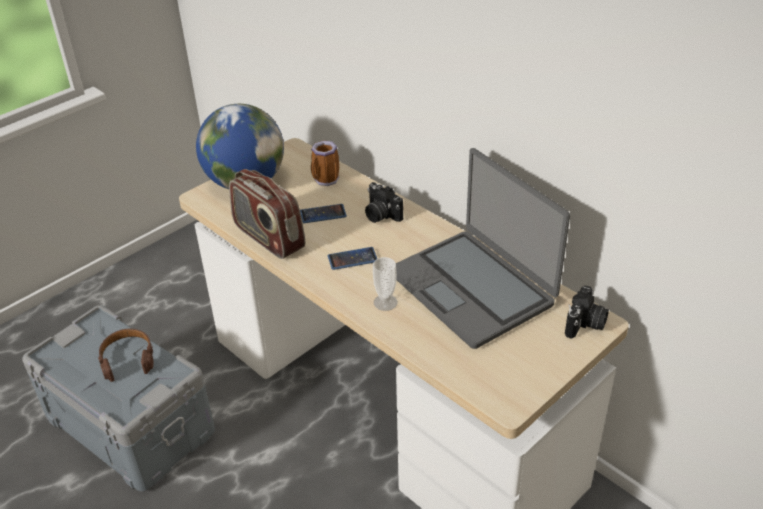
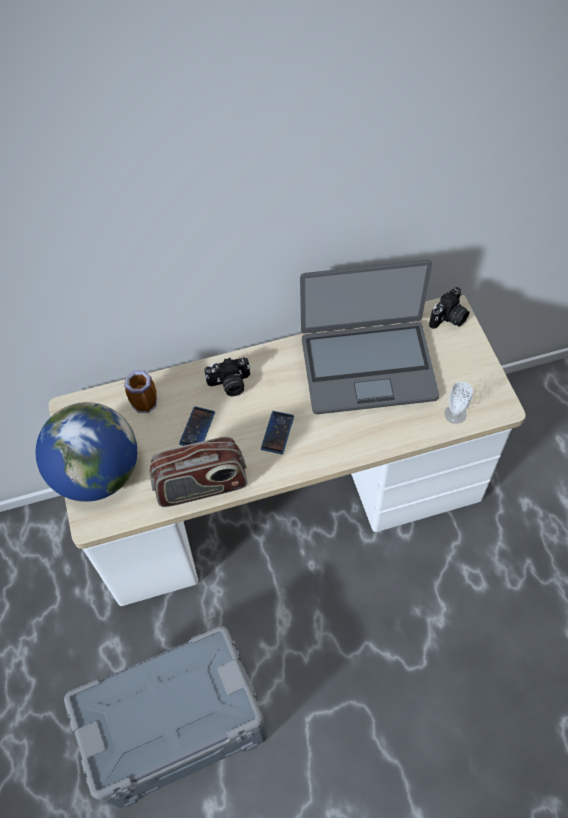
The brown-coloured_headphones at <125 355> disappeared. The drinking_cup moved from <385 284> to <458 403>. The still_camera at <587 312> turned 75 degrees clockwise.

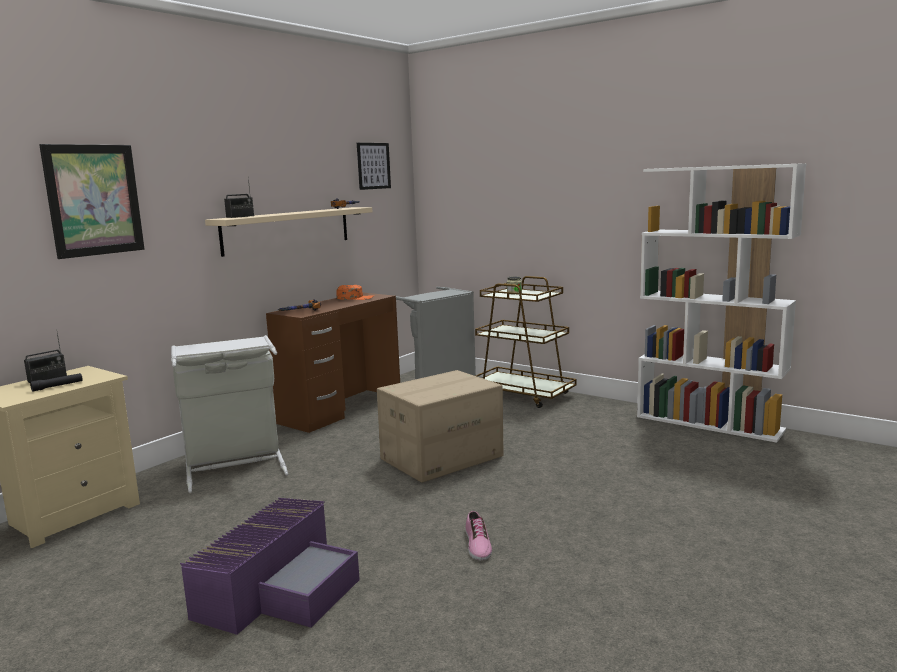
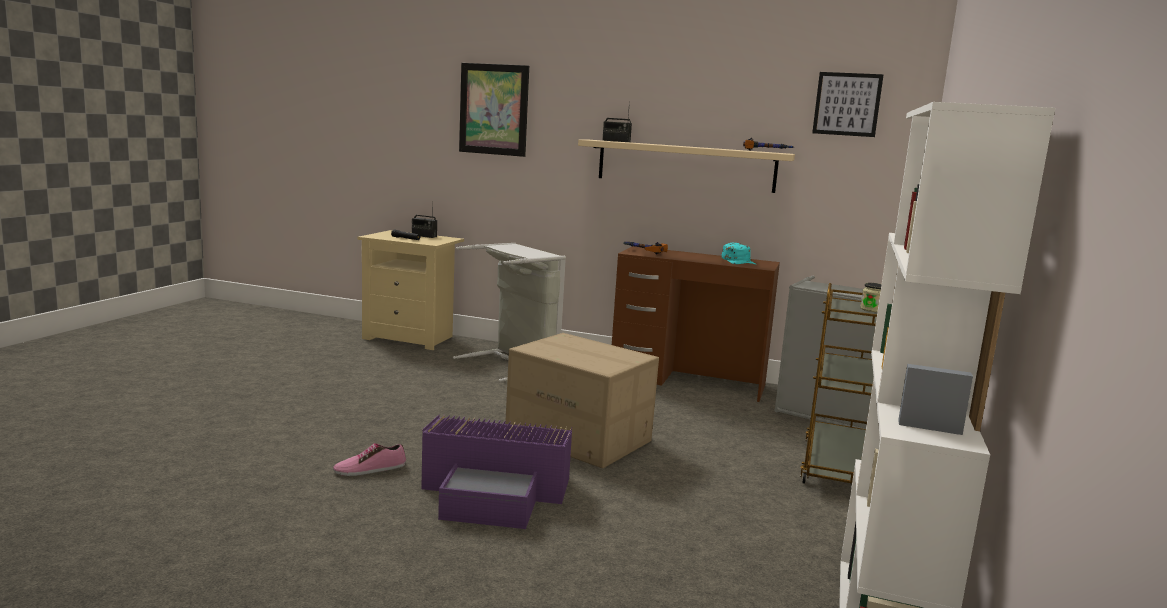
The purple_storage_bin moved from <270 566> to <496 471>. The orange_cap at <355 292> became the turquoise_cap at <738 253>.

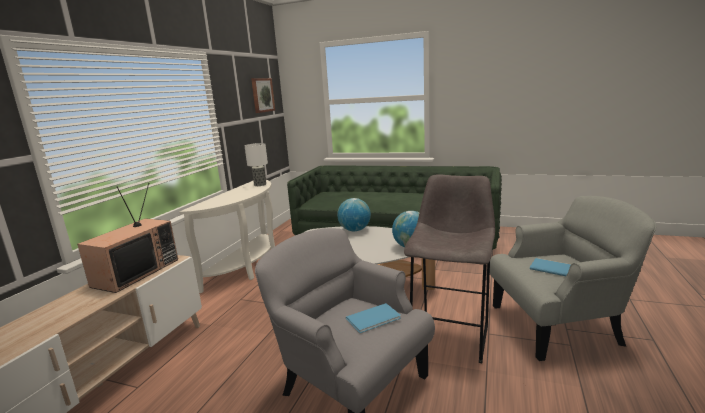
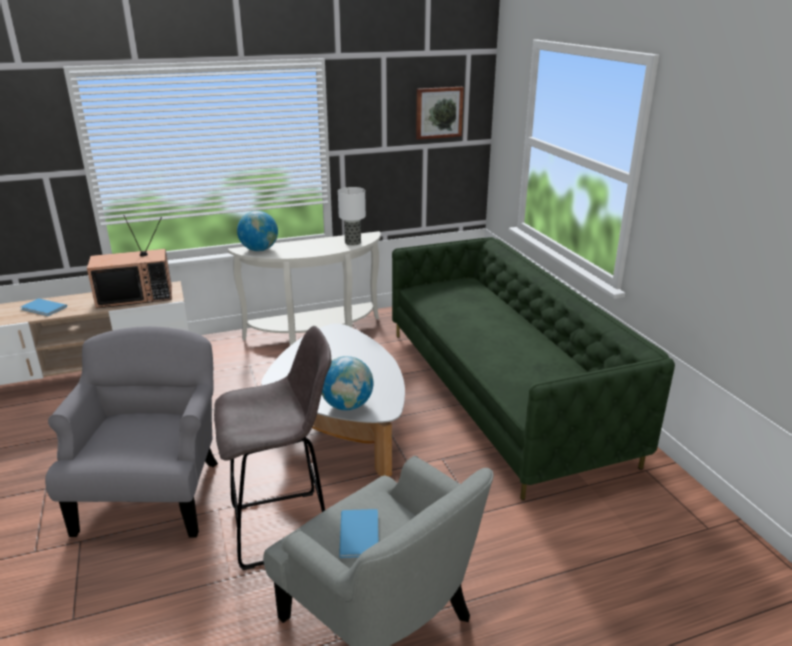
The globe moved from <354 214> to <257 231>. The blue-coloured_bound_book moved from <373 318> to <44 307>.

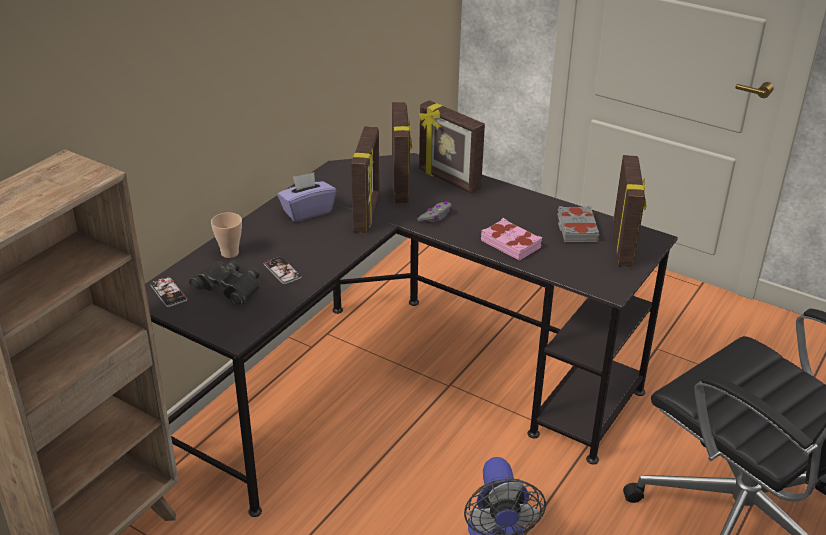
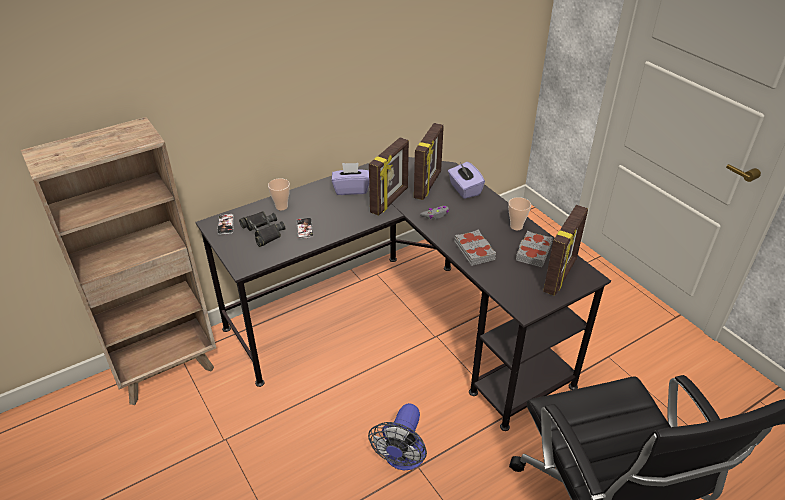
The drinking_cup at <519 213> appeared. The standing_frame at <452 147> was replaced by the purple_tissue_holder at <466 180>. The pink_bound_book at <511 239> became the gray_bound_book at <475 247>.

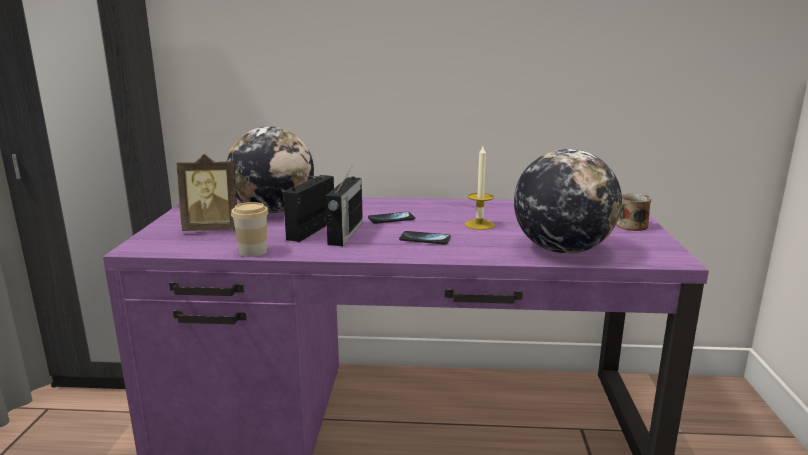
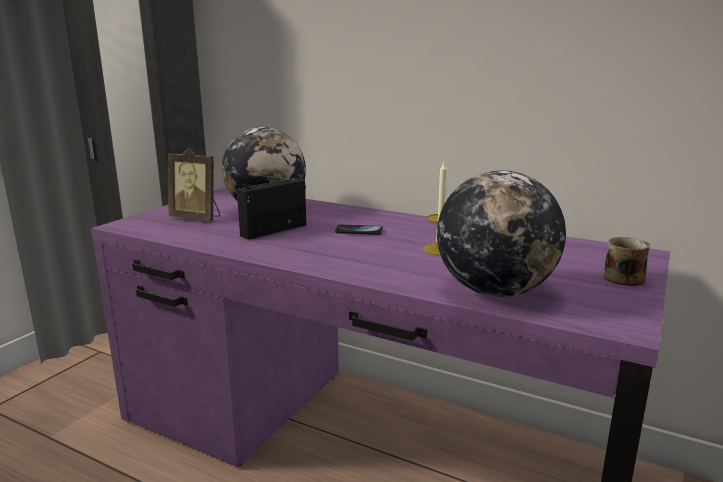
The drinking_cup at <250 229> disappeared. The radio_receiver at <344 206> disappeared. The telephone at <425 237> disappeared.

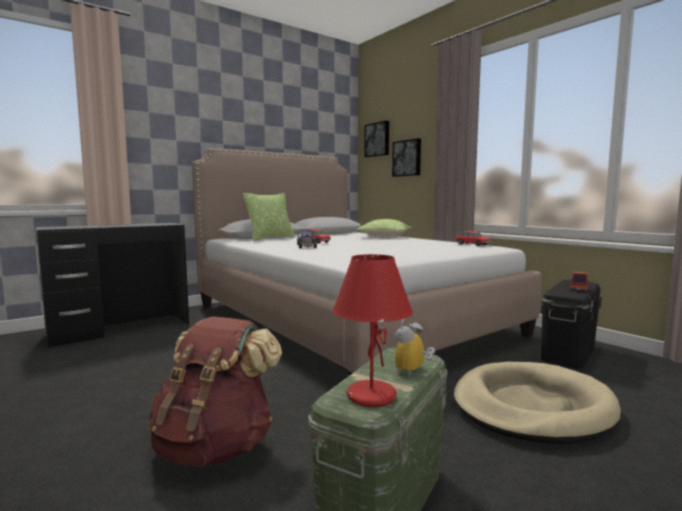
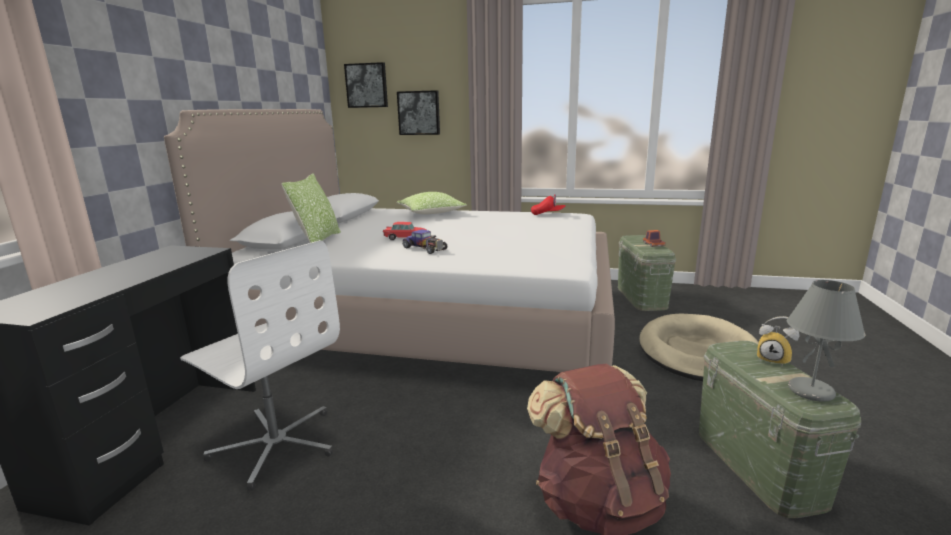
The white_office_chair at <260 365> appeared. The model_car at <473 238> was replaced by the red_cap at <548 204>. The red_lamp_for_a_table at <372 330> became the gray_lamp_for_a_table at <826 341>. The black_storage_bin at <571 324> became the greenish_storage_bin at <647 273>. The alarm_clock at <415 345> turned 45 degrees counterclockwise.

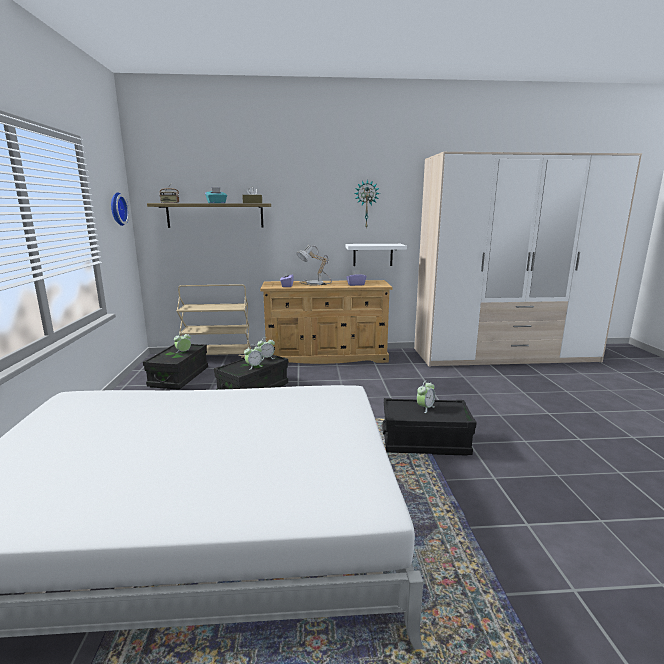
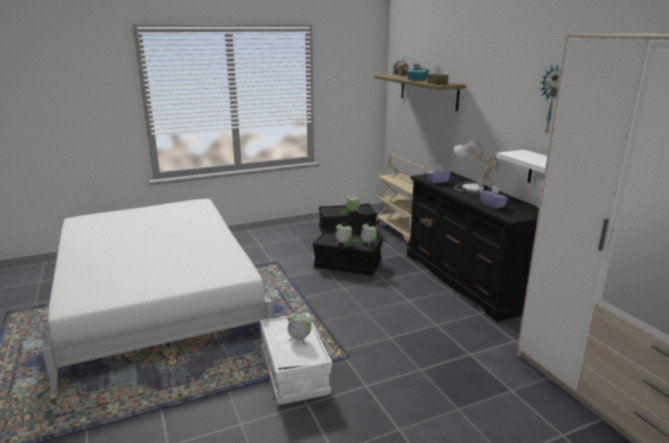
The wall_clock at <120 209> disappeared. The sand-coloured_drawer_chest at <326 322> became the black_drawer_chest at <473 247>. The black_storage_bin at <429 426> became the white_storage_bin at <296 359>.

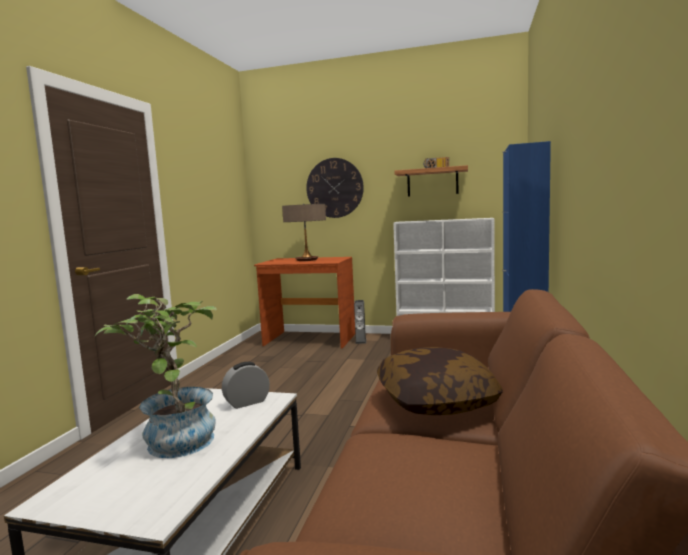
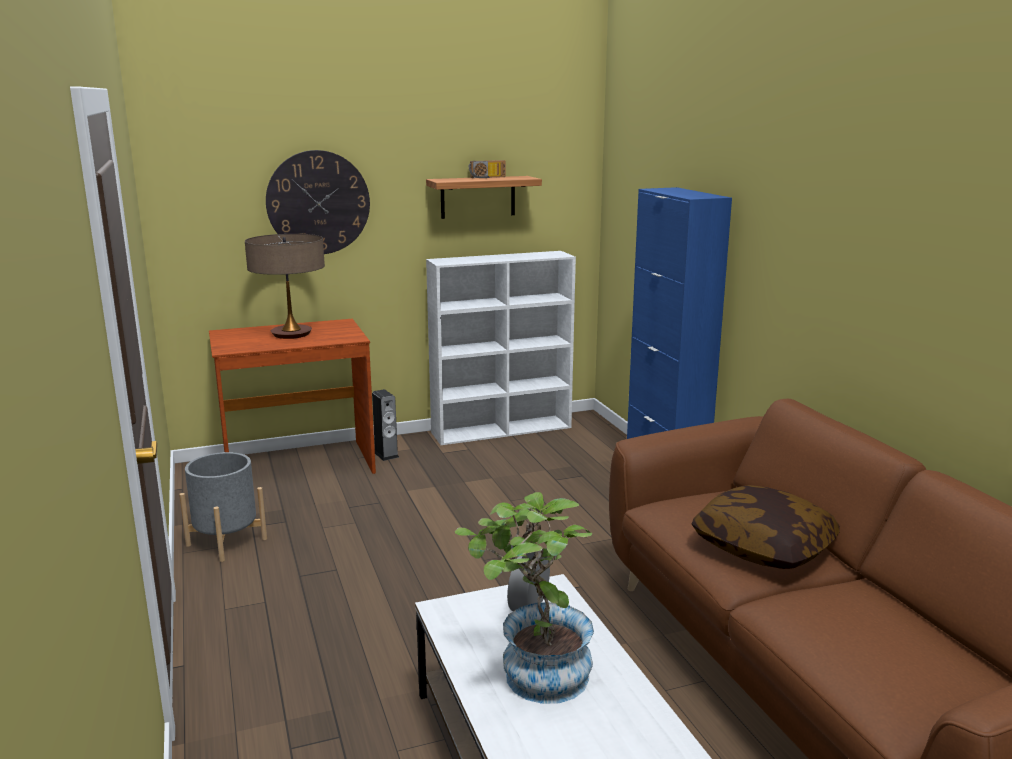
The gray_plant_pot at <223 507> appeared.

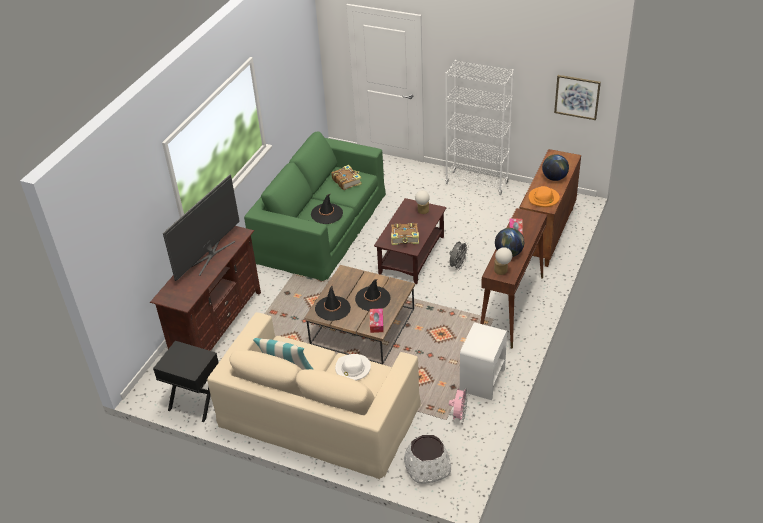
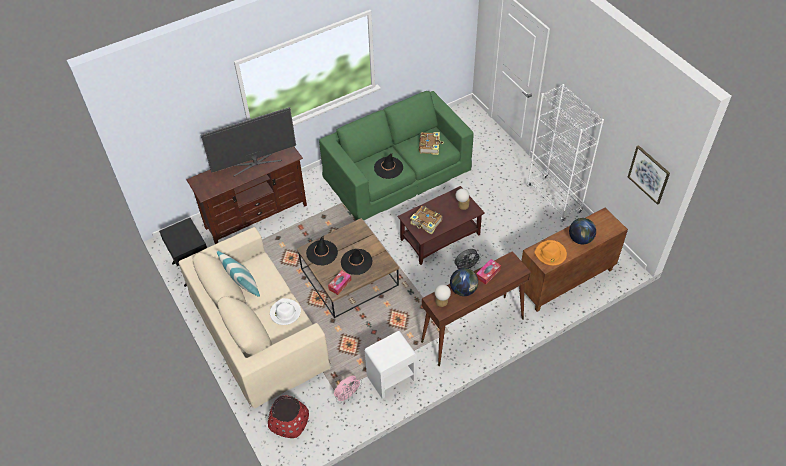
The white_plant_pot at <427 459> became the red_plant_pot at <288 417>.

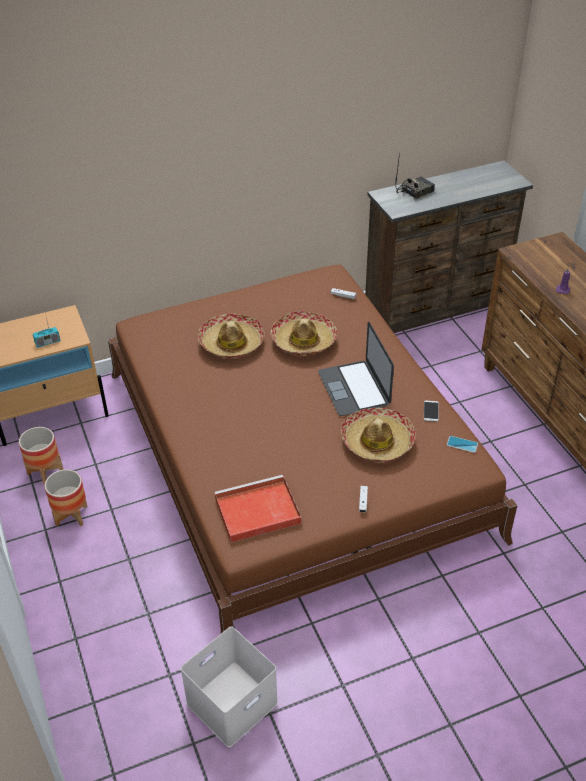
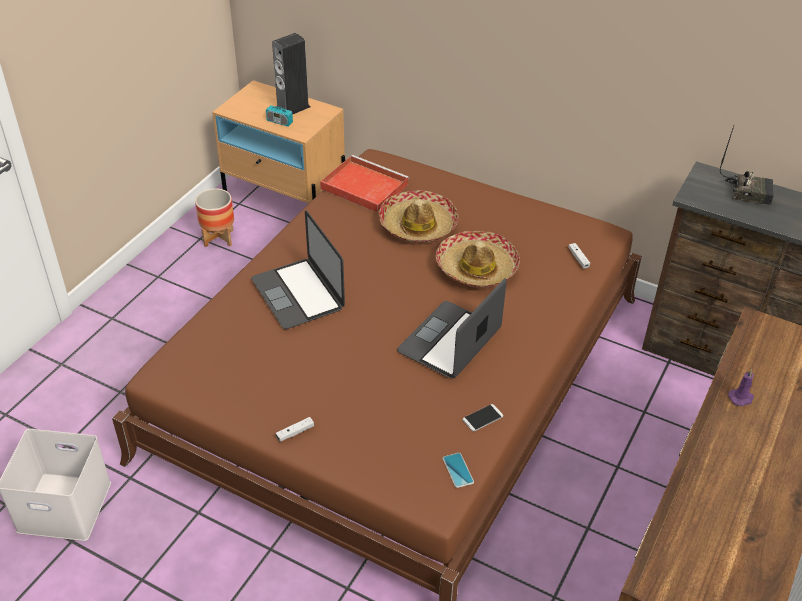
The plant_pot at <65 497> disappeared. The wearable_hat at <378 435> disappeared. The laptop at <298 269> appeared. The loudspeaker at <291 74> appeared. The red_carrying_tray moved from <258 509> to <364 184>.

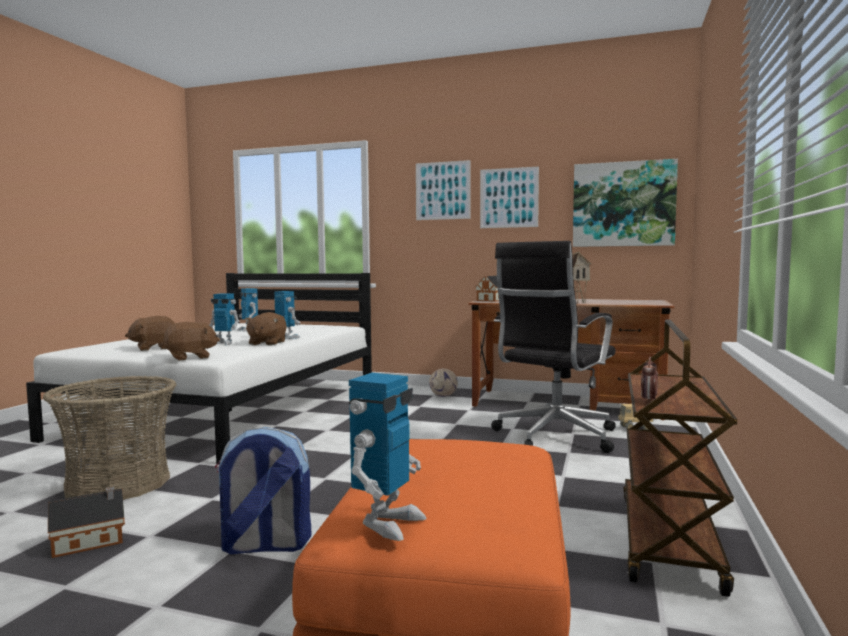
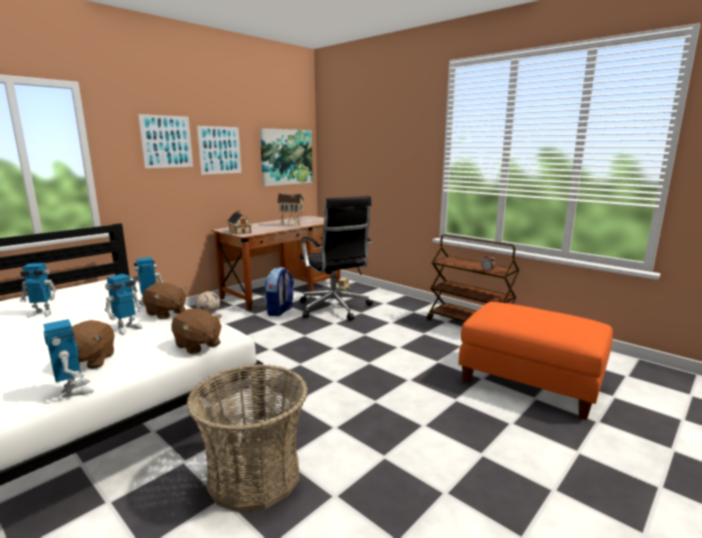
The miniature_house at <86 522> disappeared. The rucksack moved from <263 490> to <279 291>. The model_robot moved from <387 457> to <68 358>. The brown-coloured_cuddly_toy at <191 341> turned 135 degrees clockwise.

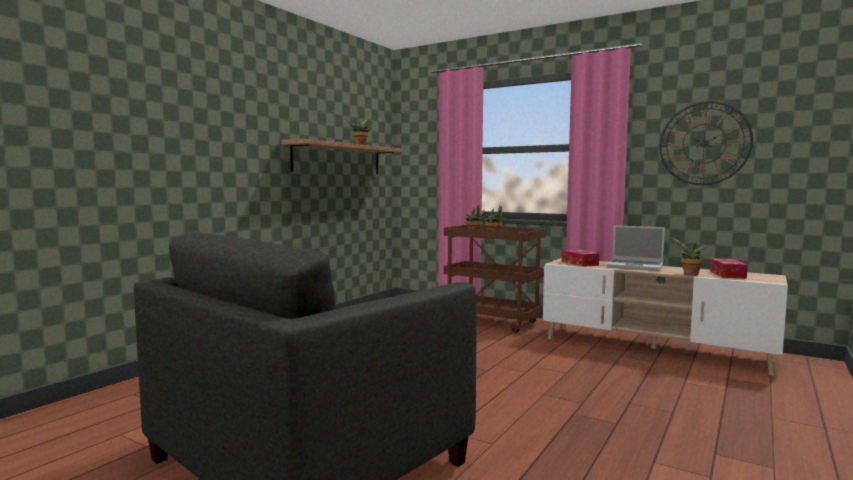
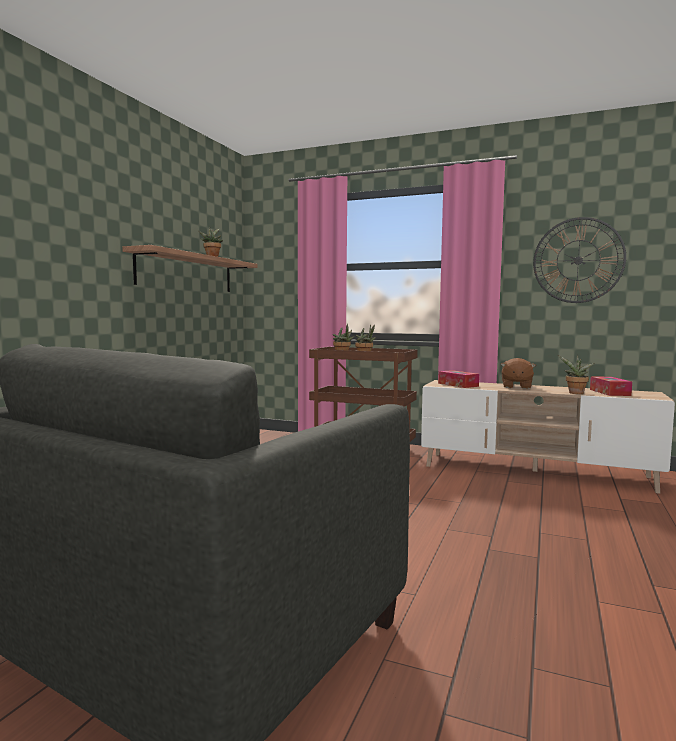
The laptop at <636 248> was replaced by the brown-coloured_cuddly_toy at <518 373>.

